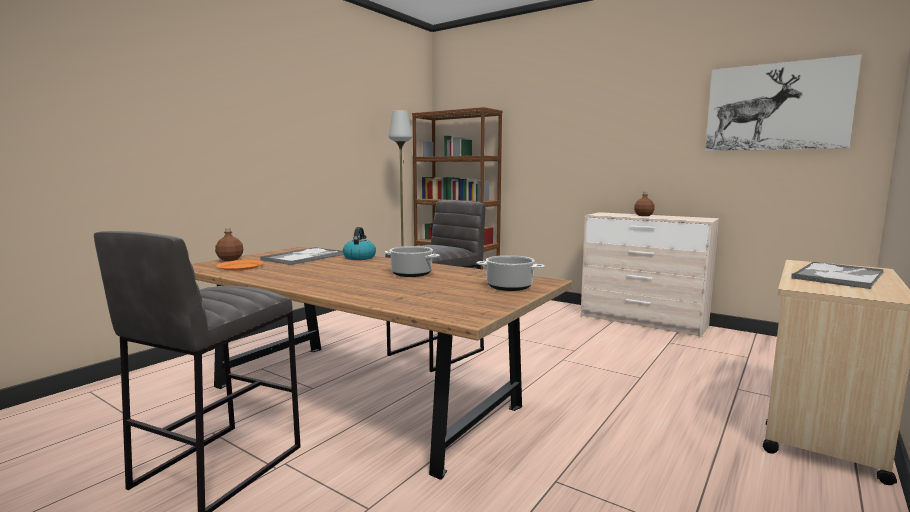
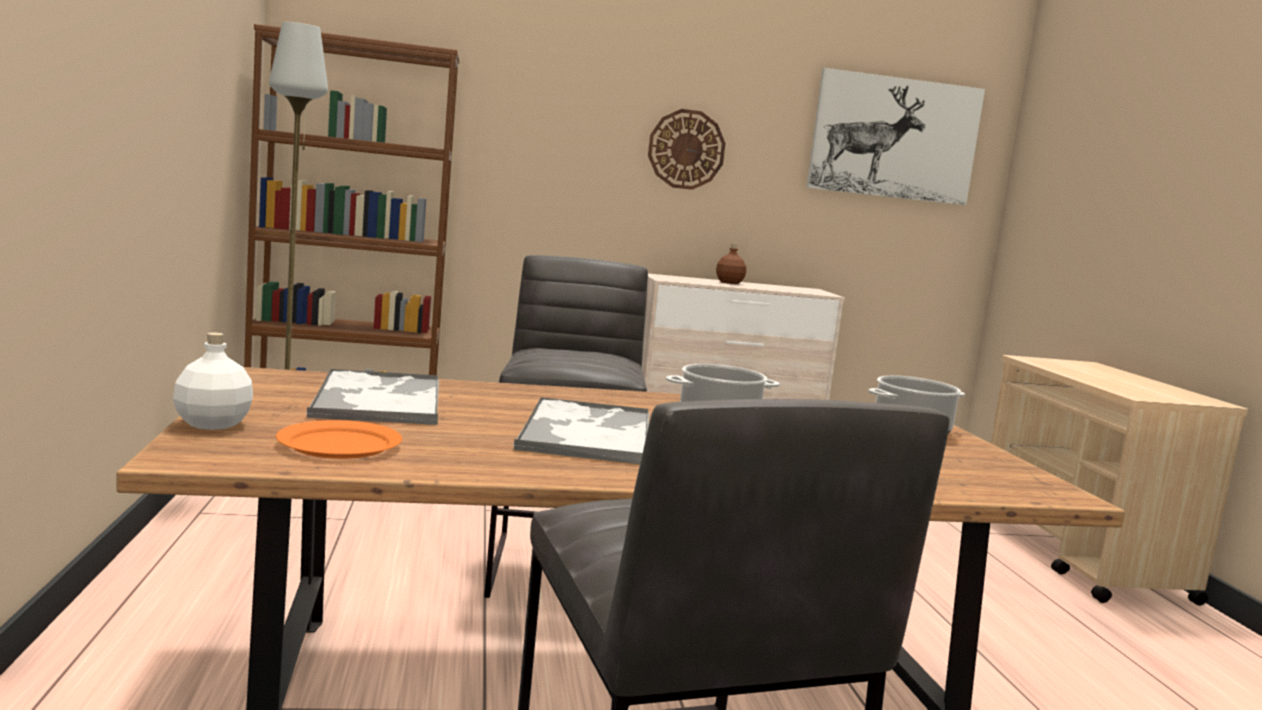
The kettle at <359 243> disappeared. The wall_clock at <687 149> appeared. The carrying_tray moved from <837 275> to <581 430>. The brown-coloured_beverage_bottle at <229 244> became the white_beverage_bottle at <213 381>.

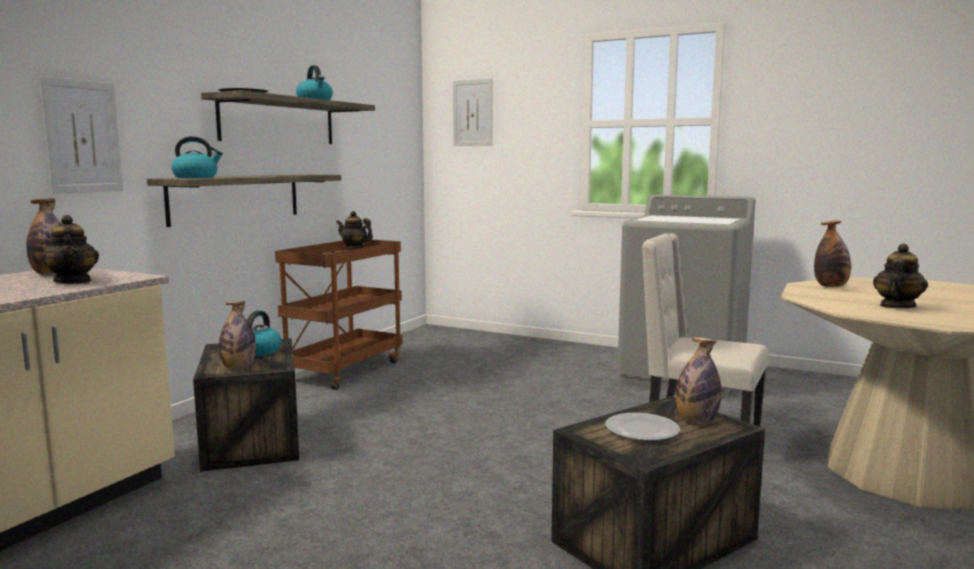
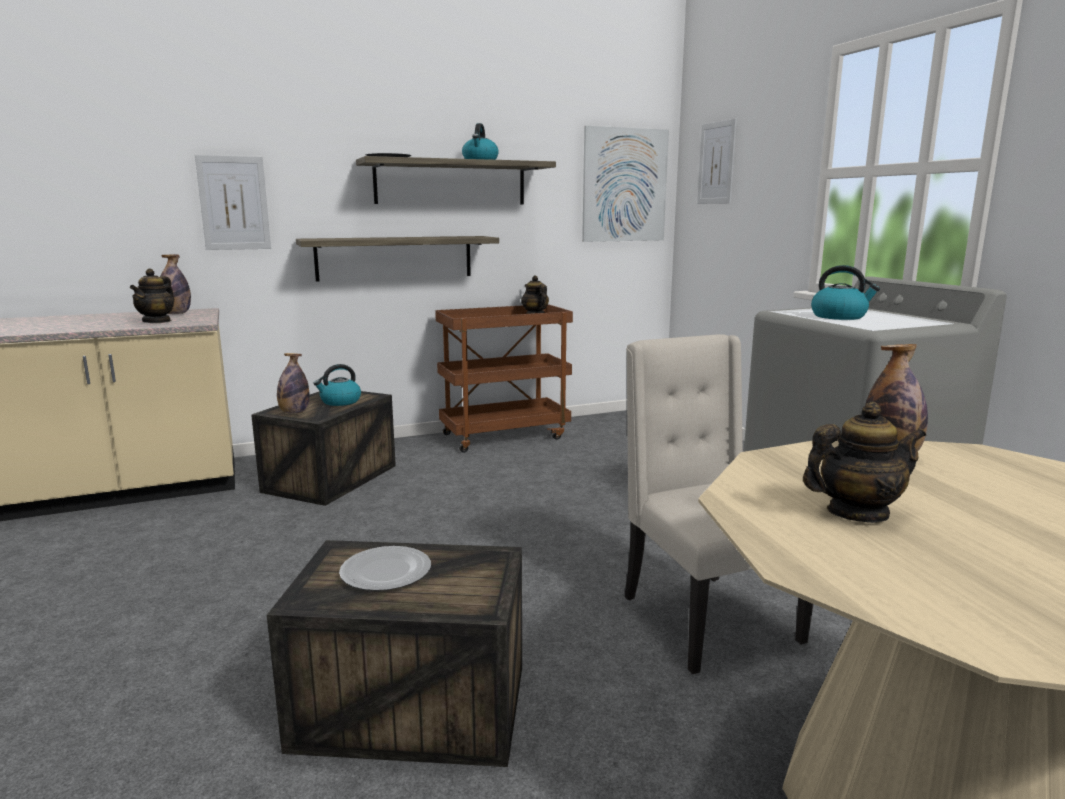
The beverage_bottle at <698 380> disappeared. The wall_art at <625 184> appeared. The kettle moved from <197 157> to <845 292>.

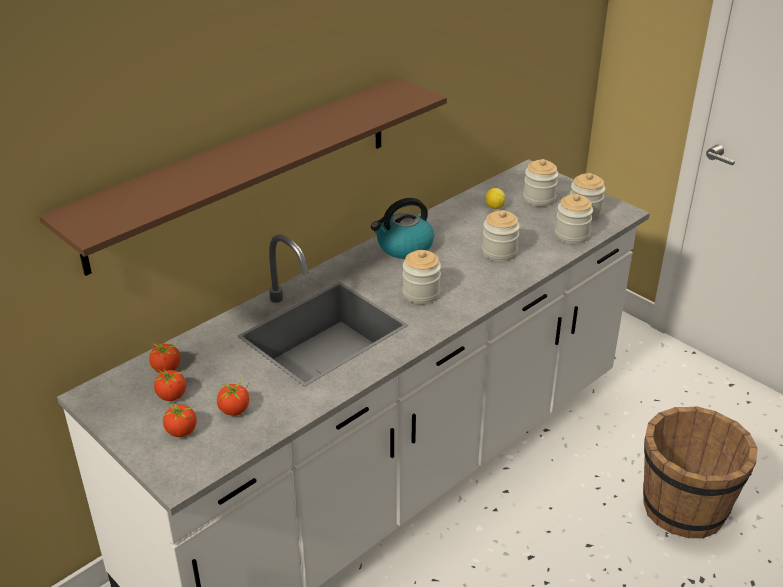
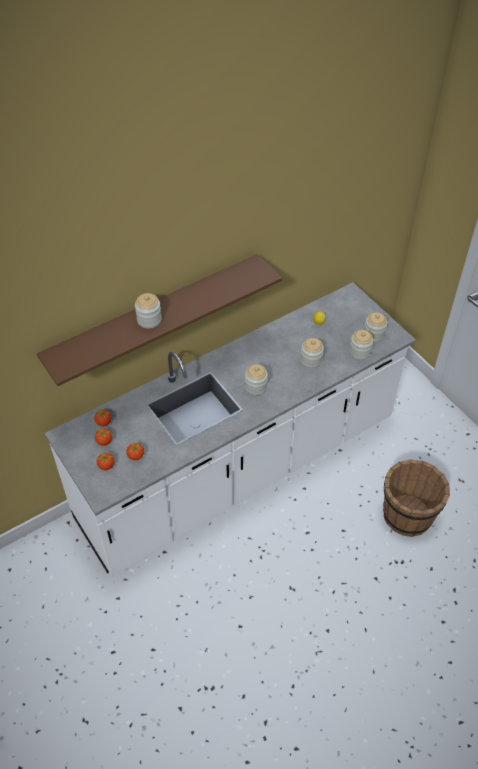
The kettle at <402 228> disappeared. The storage_jar moved from <541 182> to <148 311>.

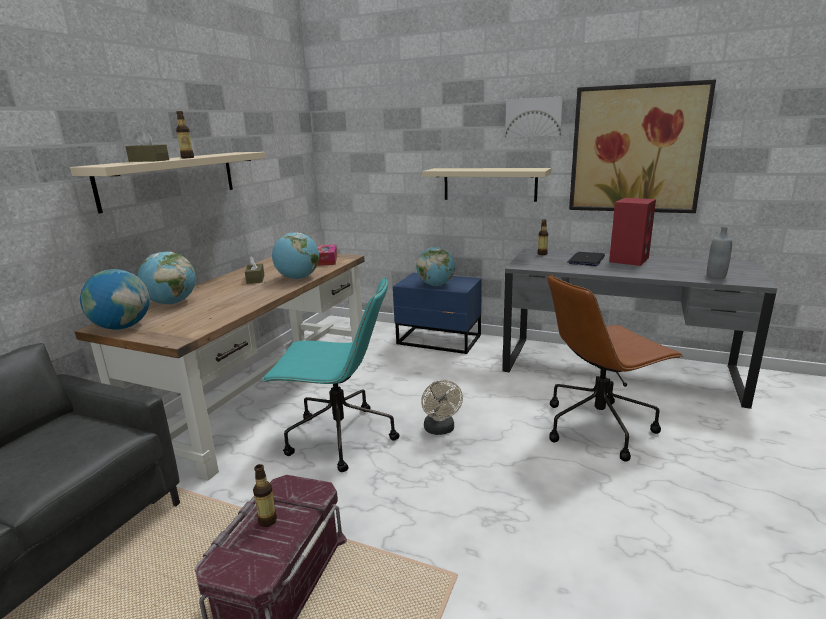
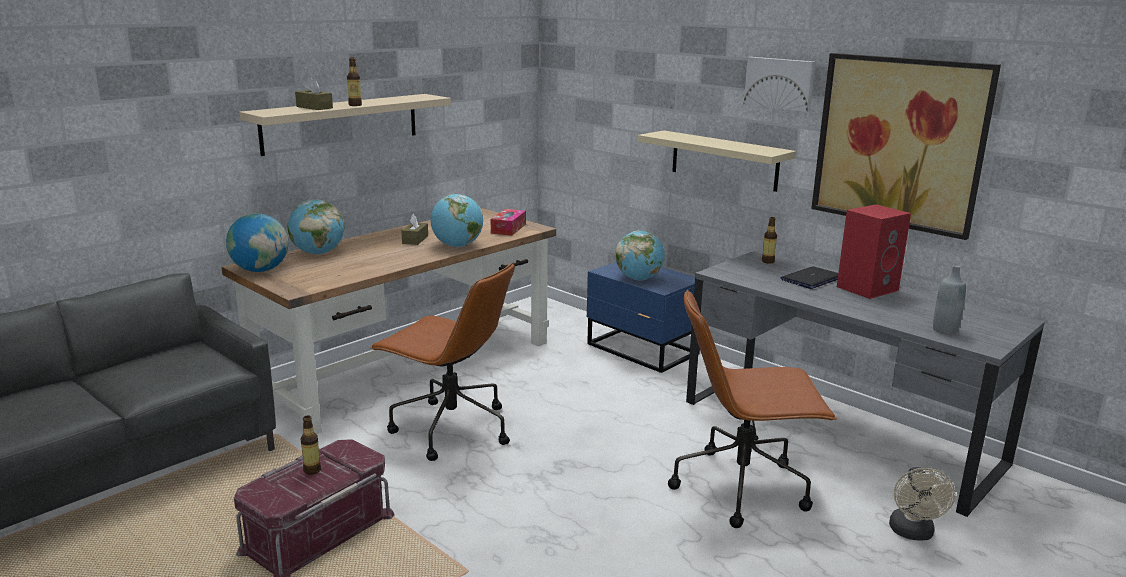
The sand-coloured_cooling_fan moved from <442 407> to <922 504>. The turquoise_office_chair at <330 375> became the brown-coloured_office_chair at <442 361>.

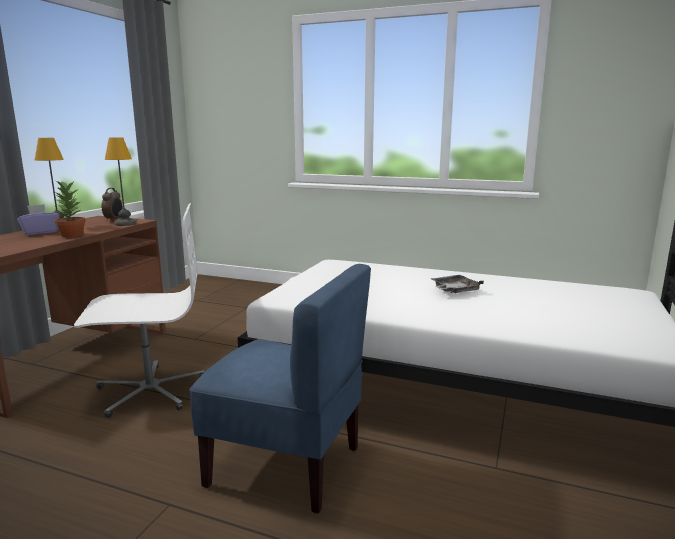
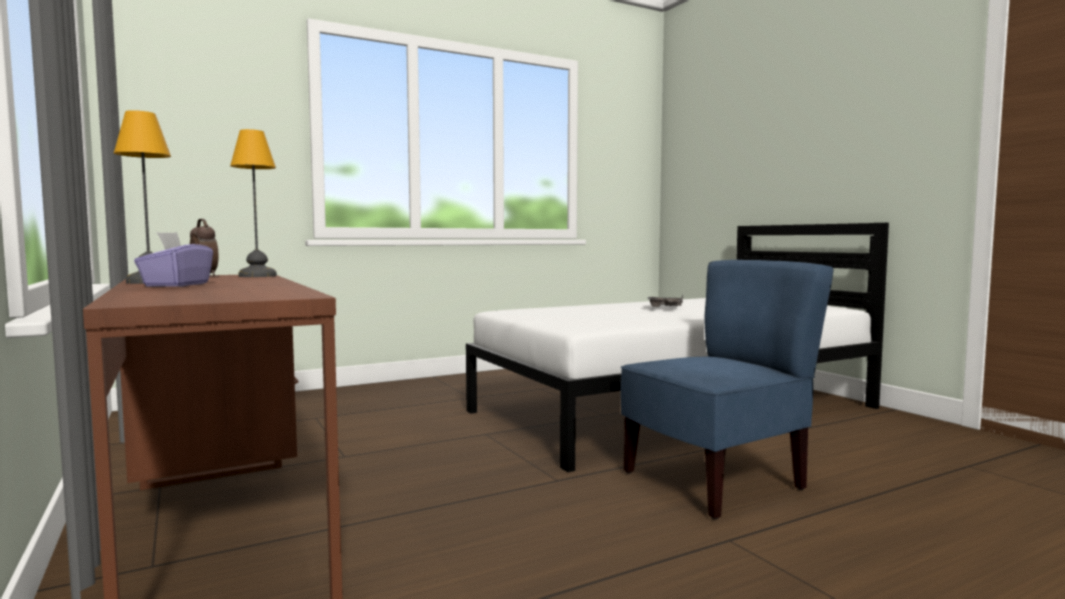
The plant_in_a_pot at <69 209> disappeared. The white_office_chair at <139 310> disappeared.

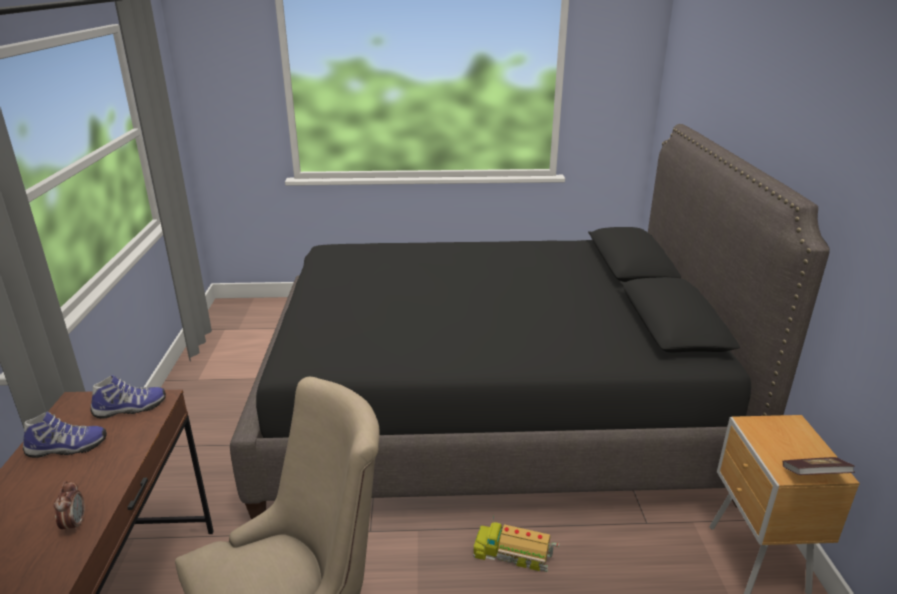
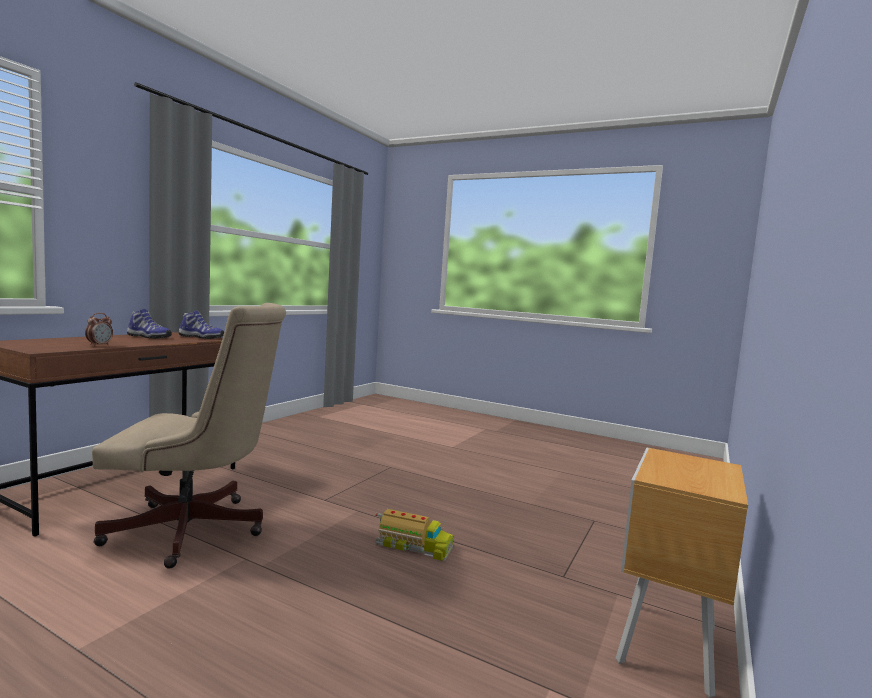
The black_sleeping_bed at <530 322> disappeared. The bound_book at <819 466> disappeared. The toy_lorry at <516 544> turned 150 degrees clockwise.

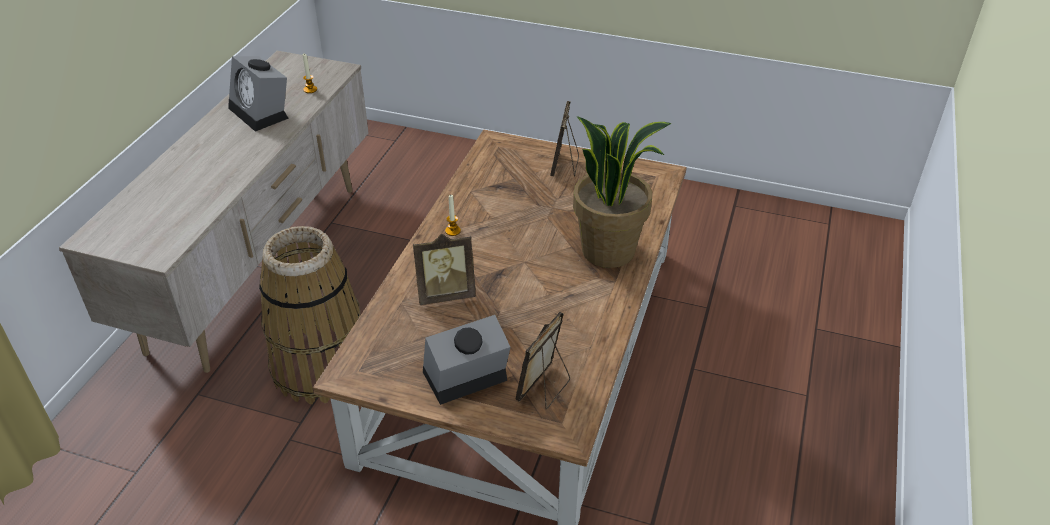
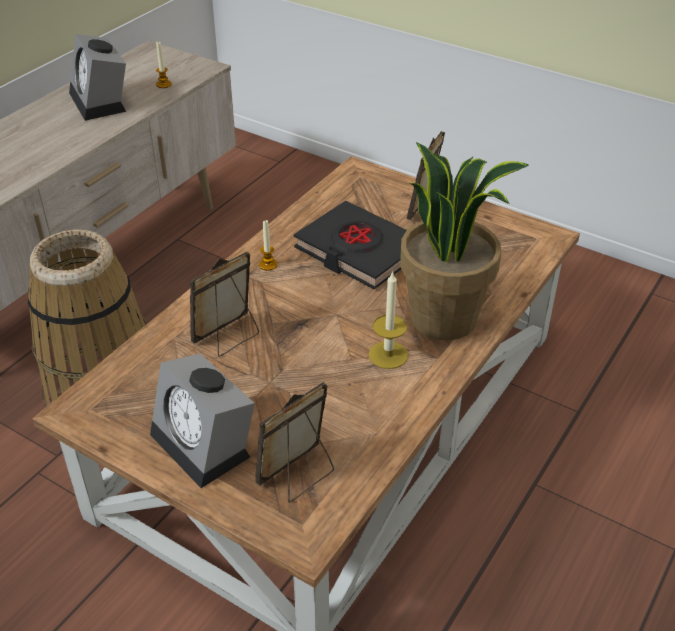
The black_bound_book at <350 245> appeared. The wax_light at <388 320> appeared. The standing_frame at <444 269> turned 135 degrees clockwise. The alarm_clock at <466 360> turned 120 degrees counterclockwise.

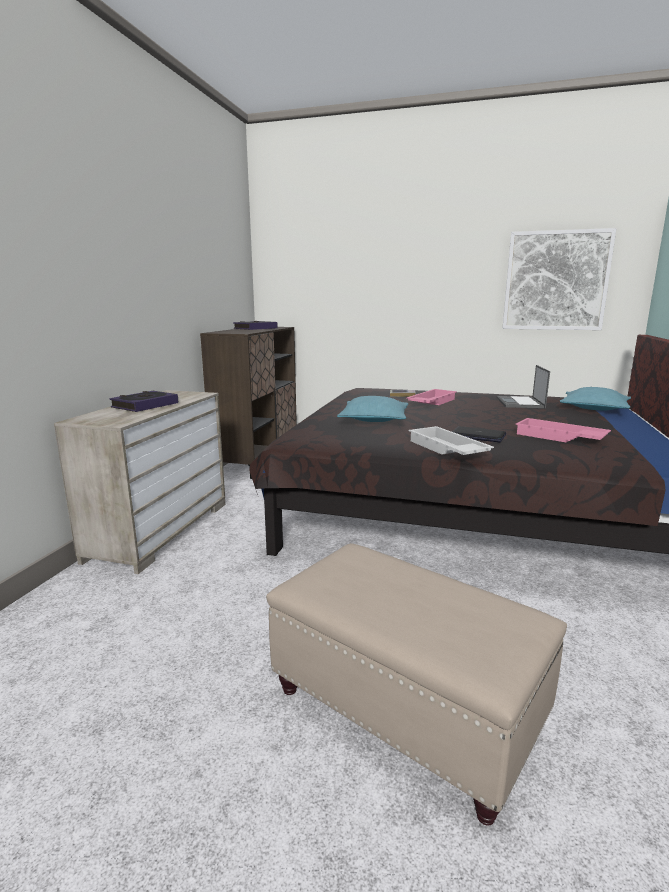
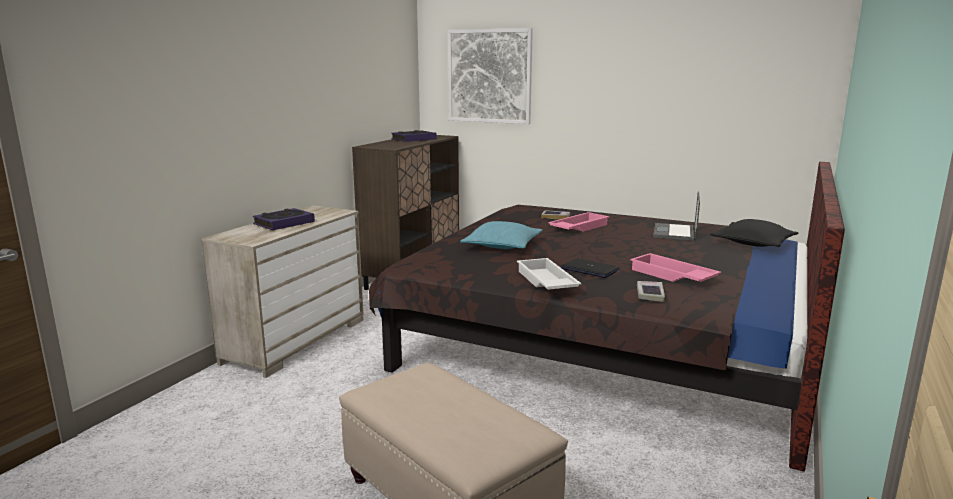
The bound_book at <651 291> appeared. The wall_art moved from <559 279> to <490 76>. The turquoise_pillow at <595 399> became the black_pillow at <754 233>.

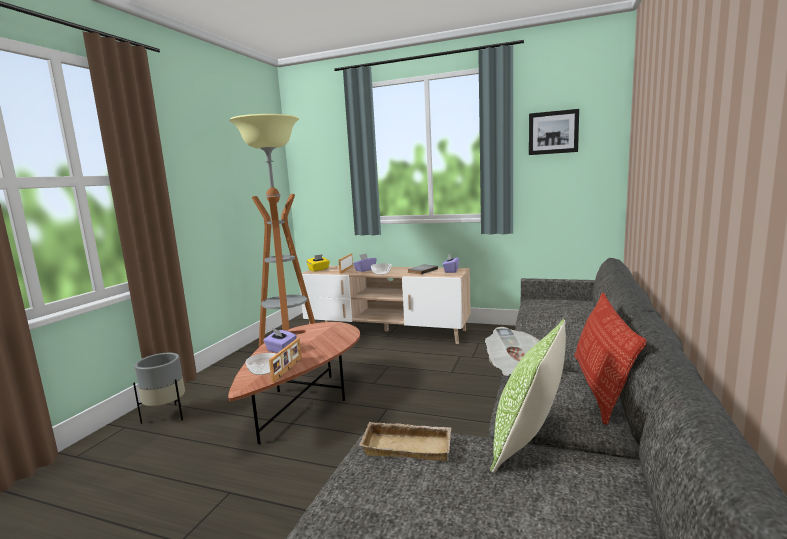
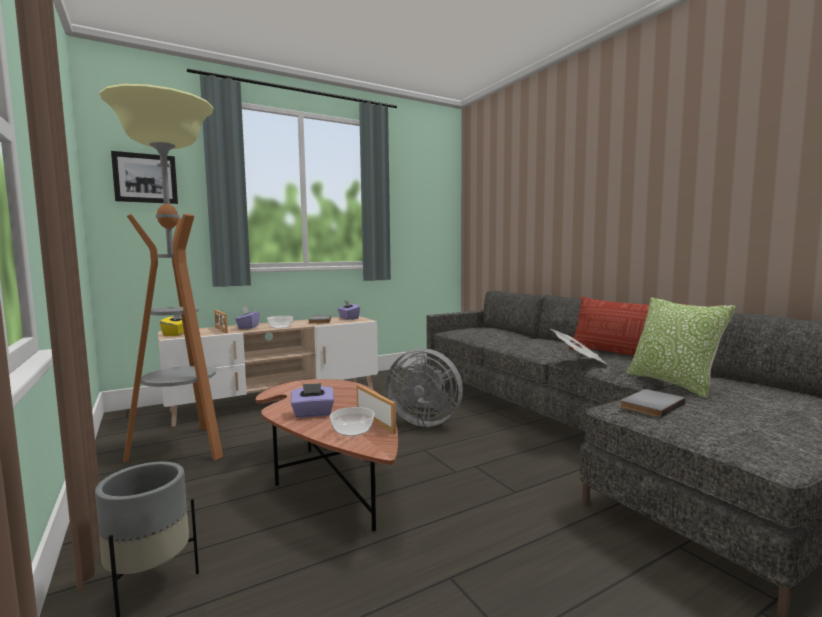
The gray_cooling_fan at <424 387> appeared. The wall_art moved from <554 132> to <144 177>. The sand-coloured_carrying_tray at <405 441> was replaced by the gray_bound_book at <653 403>.

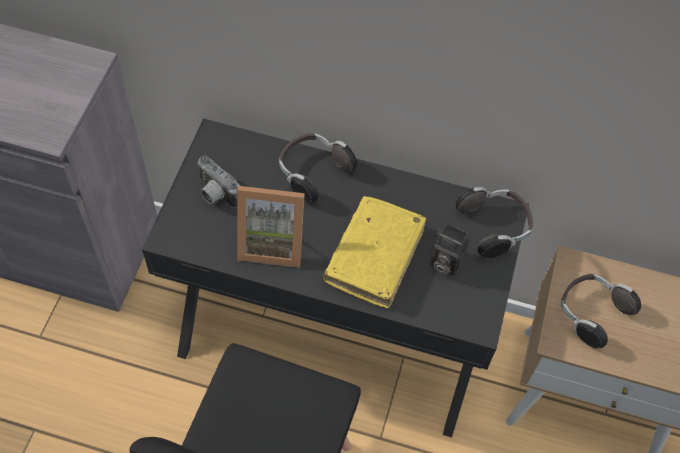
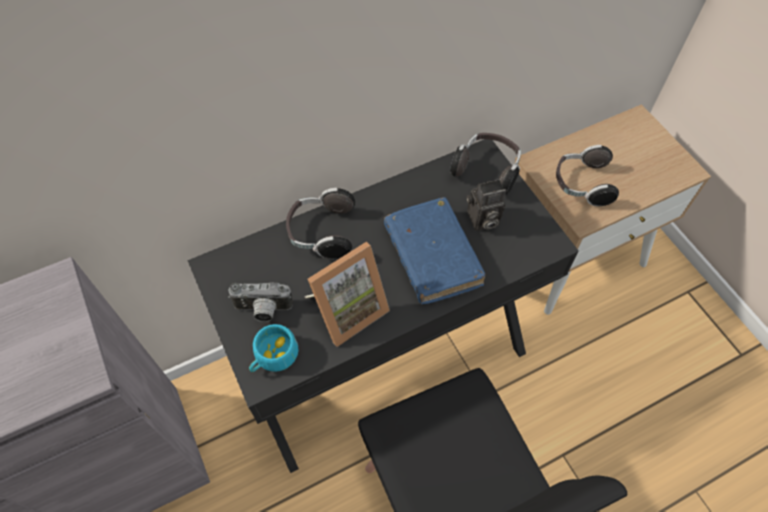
The turquoise_drinking_cup at <274 348> appeared. The yellow_bound_book at <375 252> became the blue-coloured_bound_book at <434 251>.

